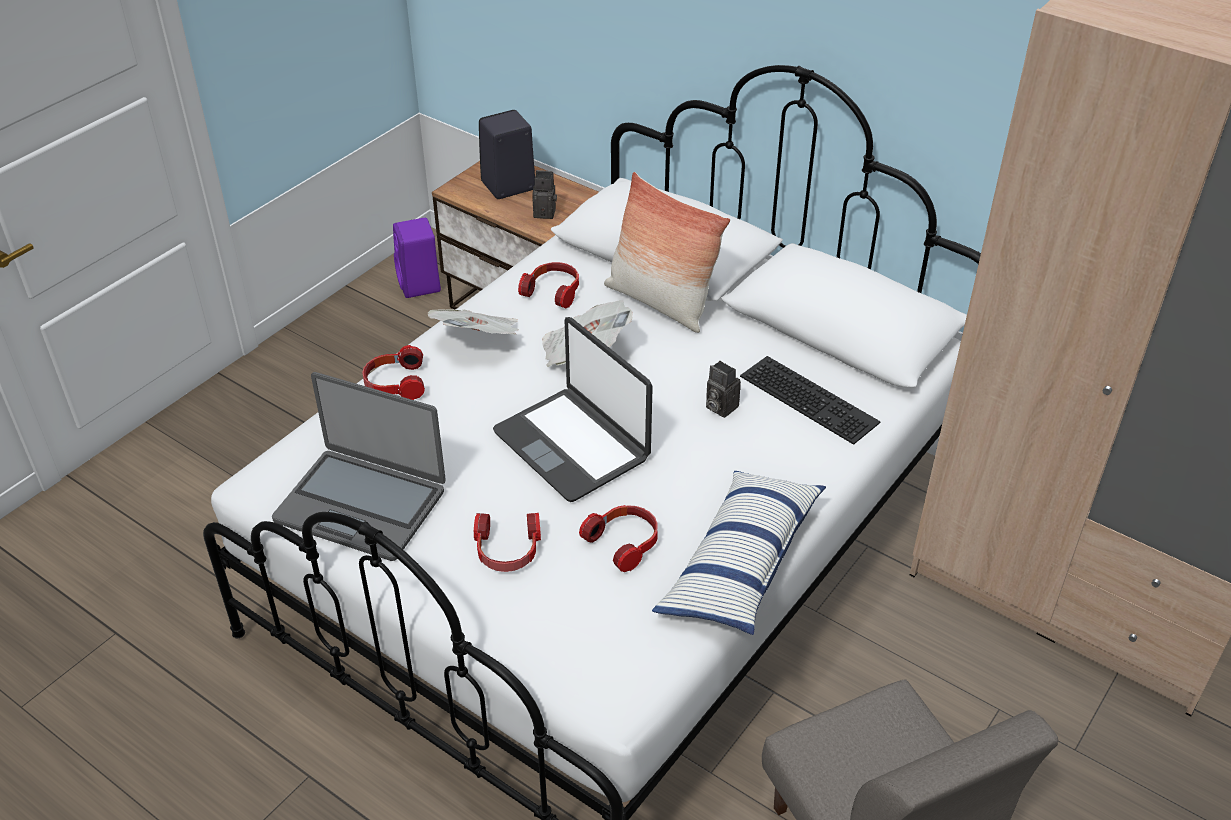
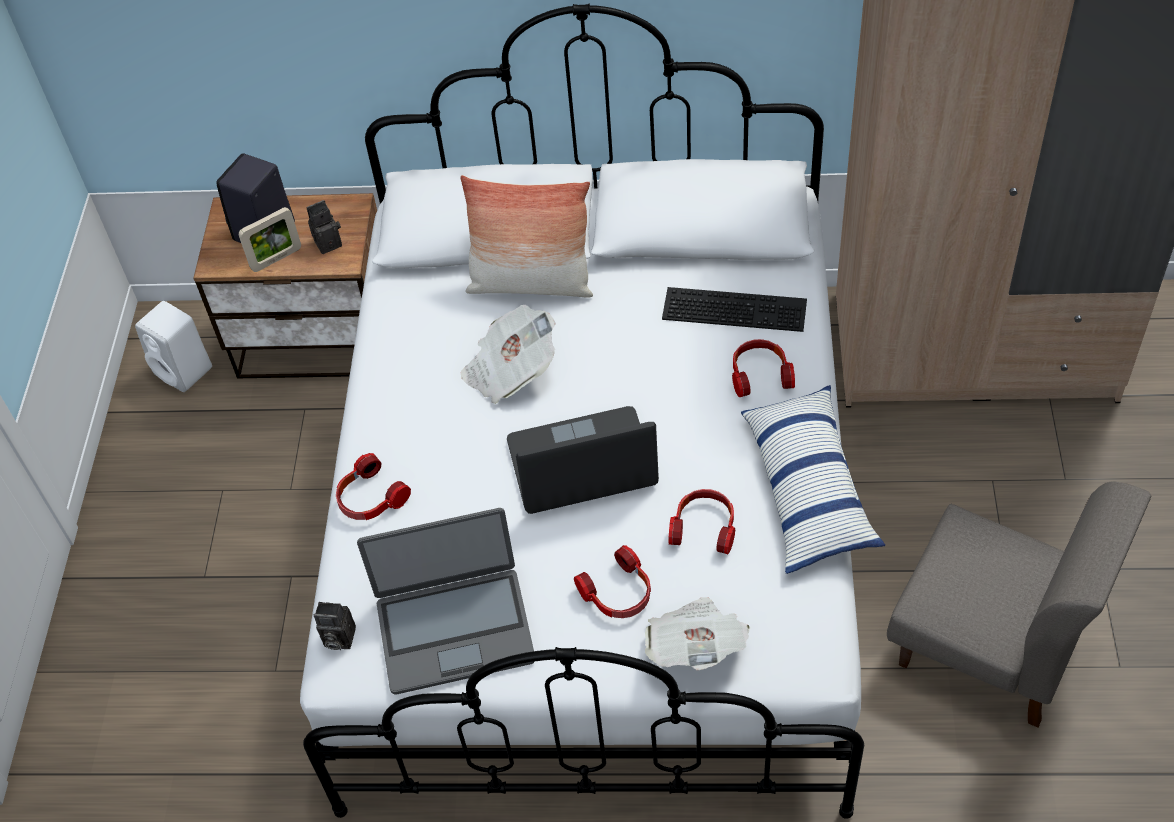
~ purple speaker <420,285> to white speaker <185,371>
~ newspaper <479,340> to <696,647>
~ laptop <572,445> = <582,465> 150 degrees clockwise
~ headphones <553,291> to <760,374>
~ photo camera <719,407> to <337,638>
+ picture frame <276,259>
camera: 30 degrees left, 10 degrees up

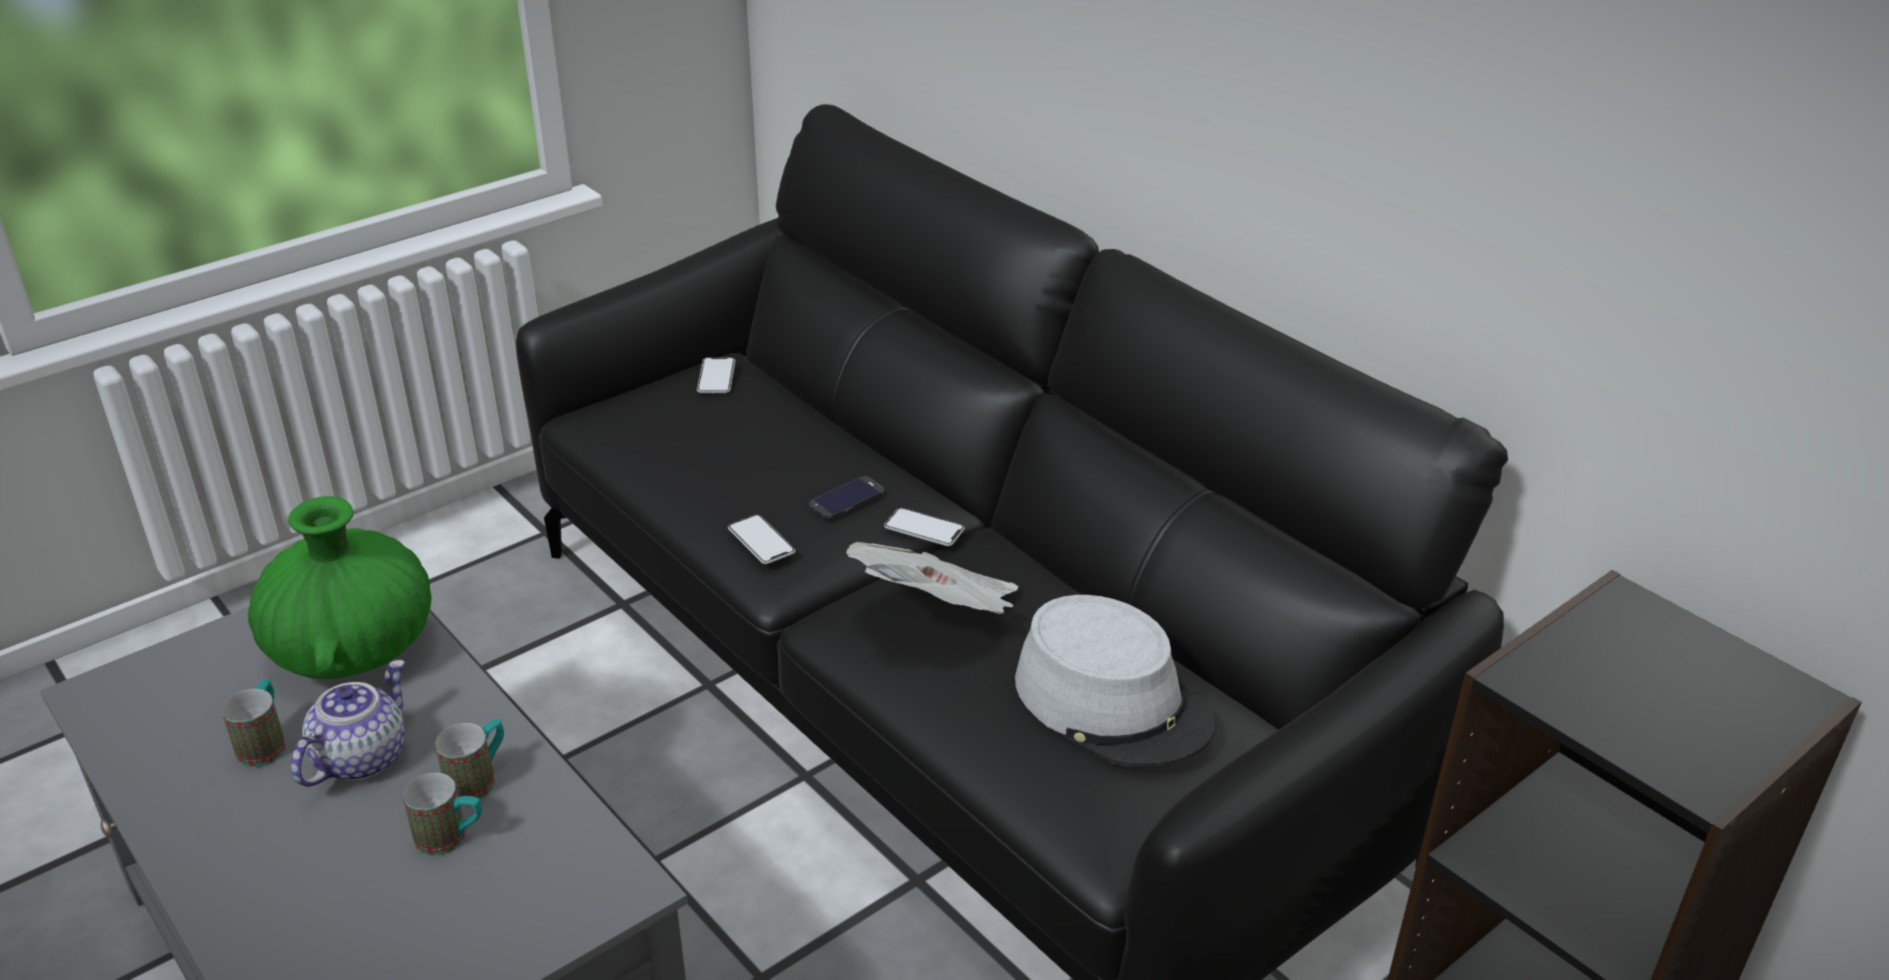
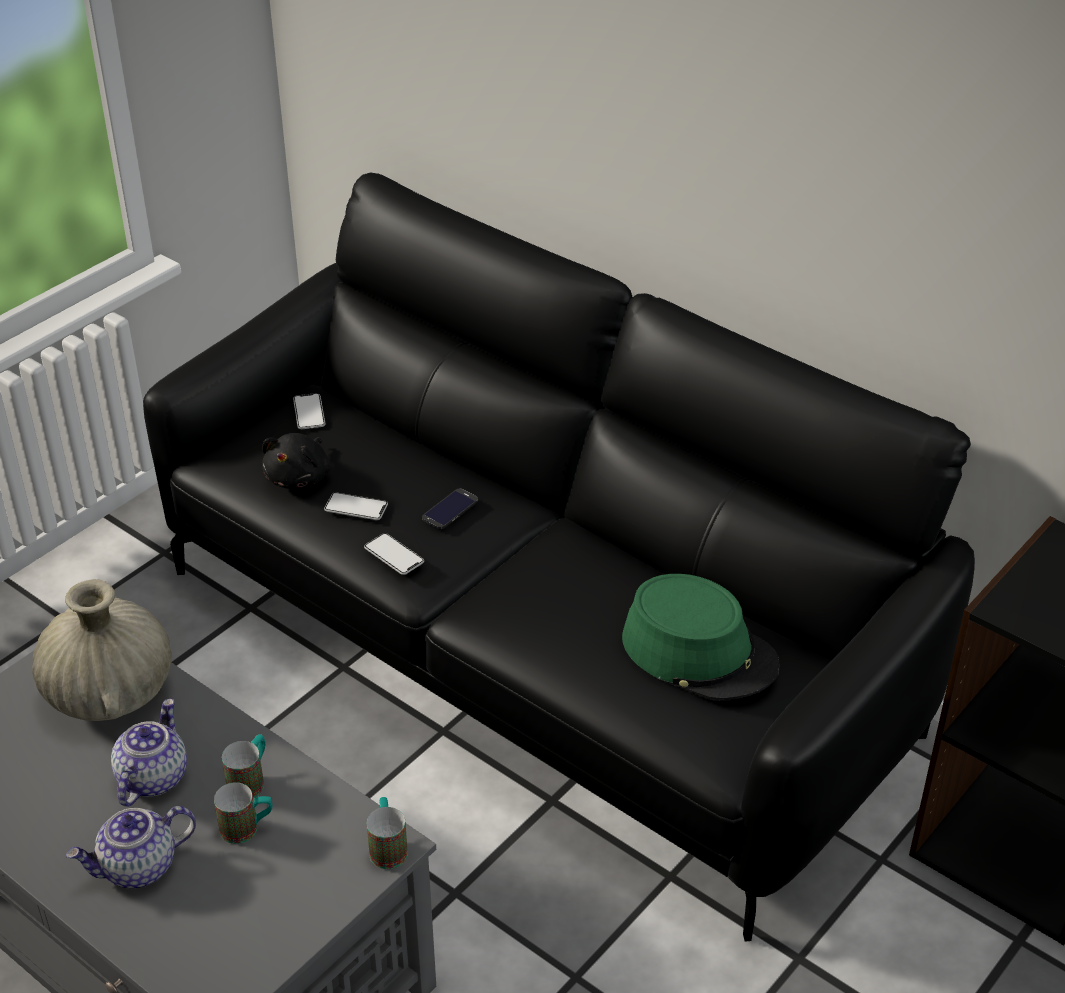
~ mug <265,742> to <387,846>
~ green vase <354,650> to beige vase <110,692>
- newspaper <939,613>
~ phone <924,529> to <356,507>
~ grey hat <1113,703> to green hat <699,652>
+ teapot <138,868>
+ black plush toy <300,477>
camera: 10 degrees left, 5 degrees up

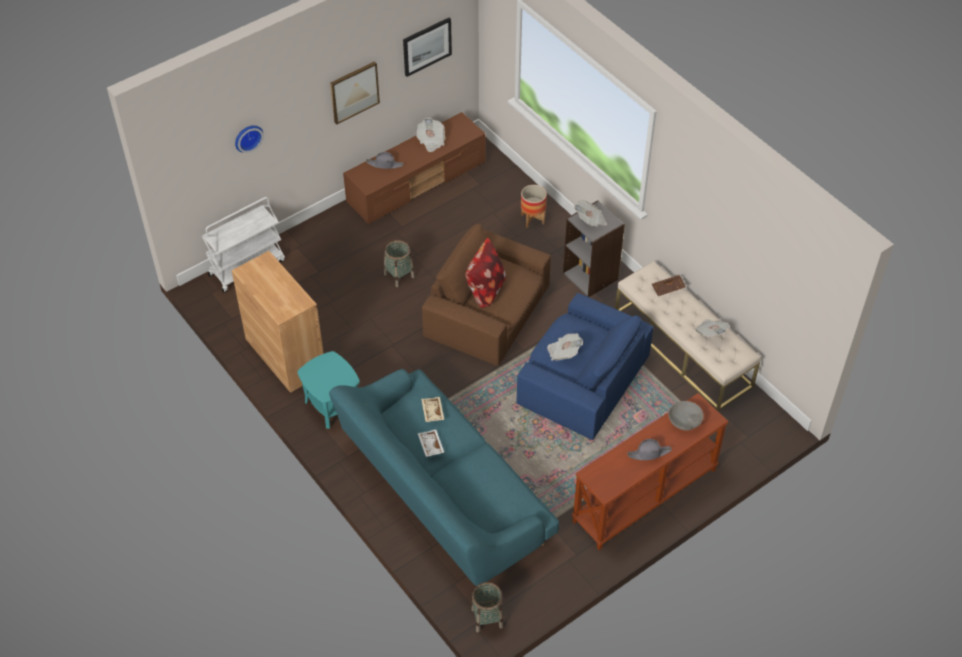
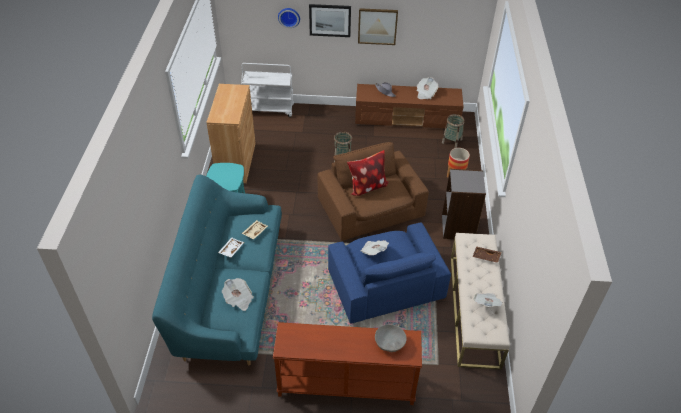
~ picture <426,46> to <330,20>
~ basket <487,618> to <452,141>
~ newspaper <590,220> to <238,299>
- grey hat <649,453>
camera: 40 degrees right, 5 degrees down

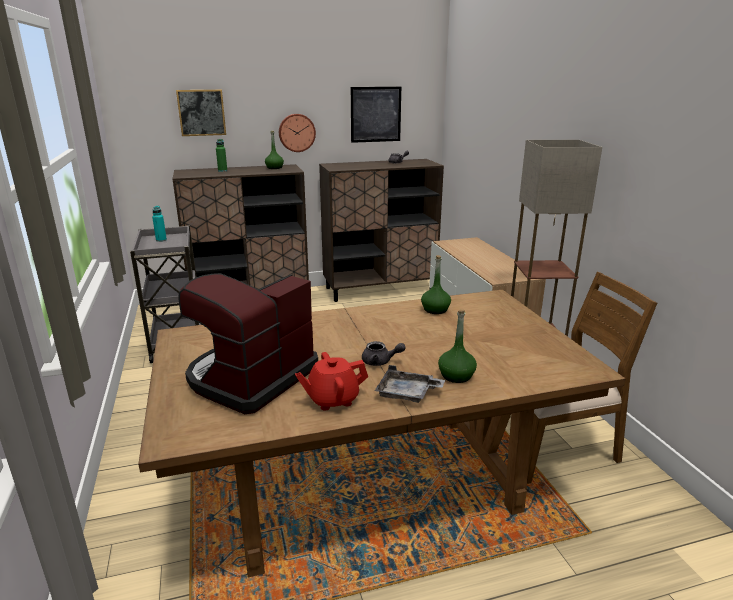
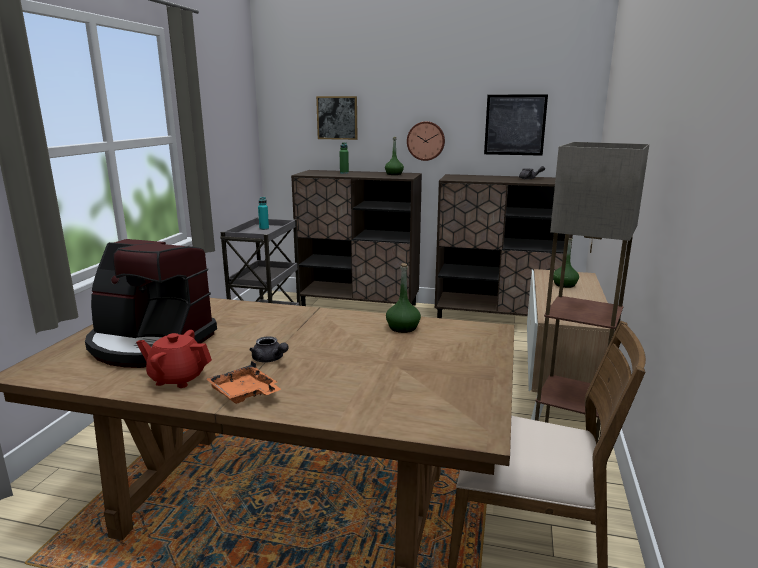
~ coffee machine <250,378> = <150,343> 135 degrees counterclockwise
~ grey tray <407,393> to orange tray <244,393>
~ green bottle <456,375> to <564,285>
camera: 30 degrees right, 5 degrees down

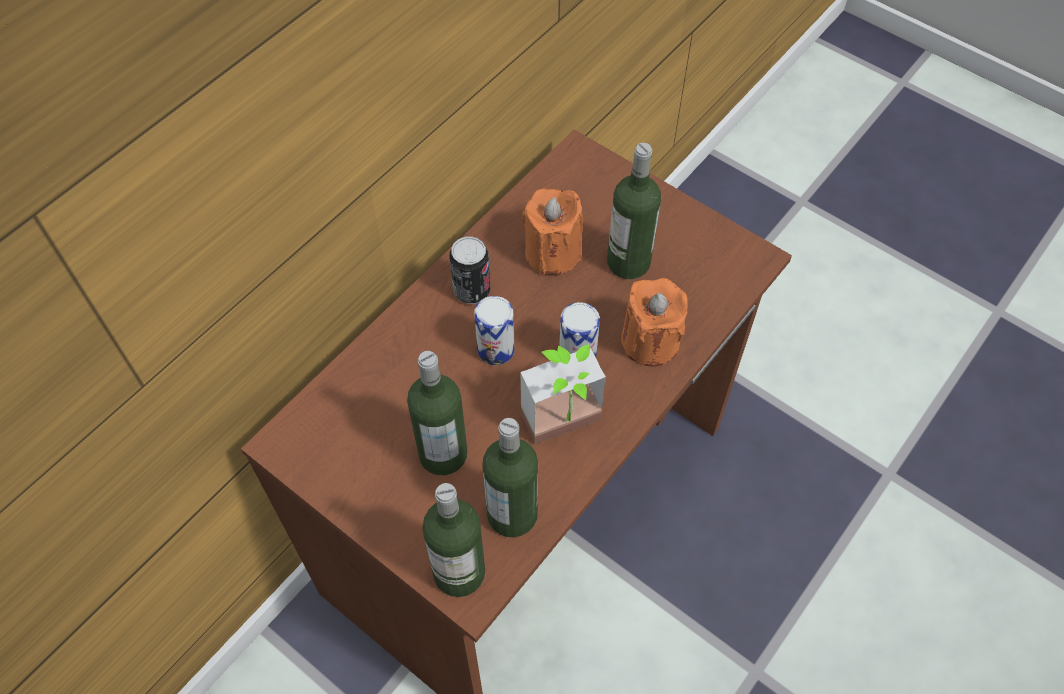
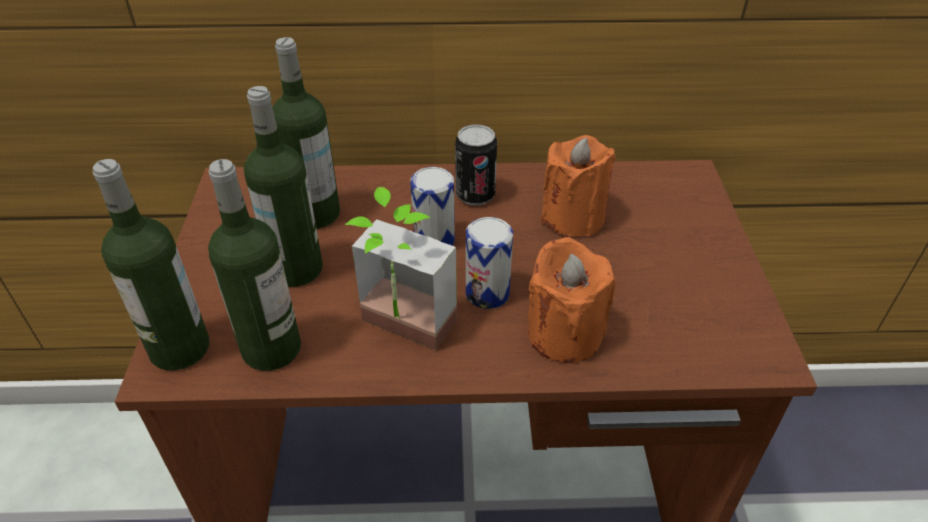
~ bottle <628,262> to <315,214>
camera: 50 degrees right, 15 degrees down

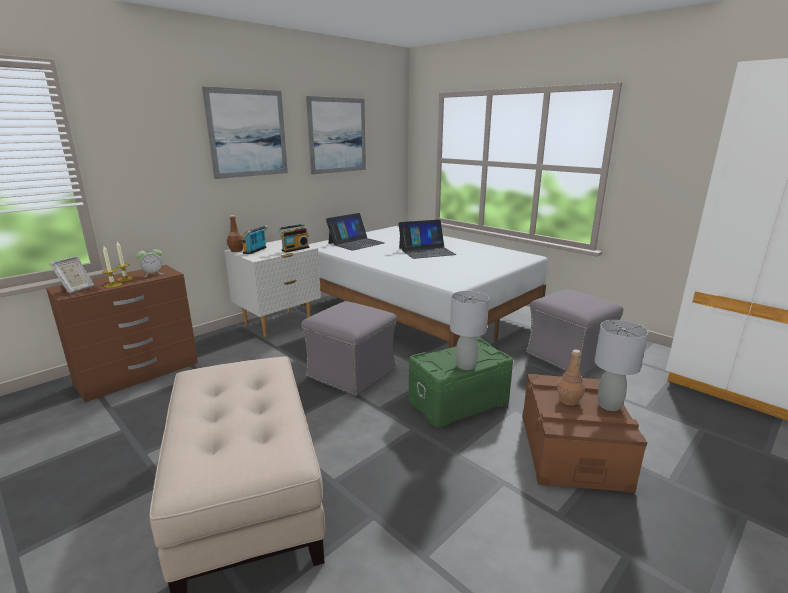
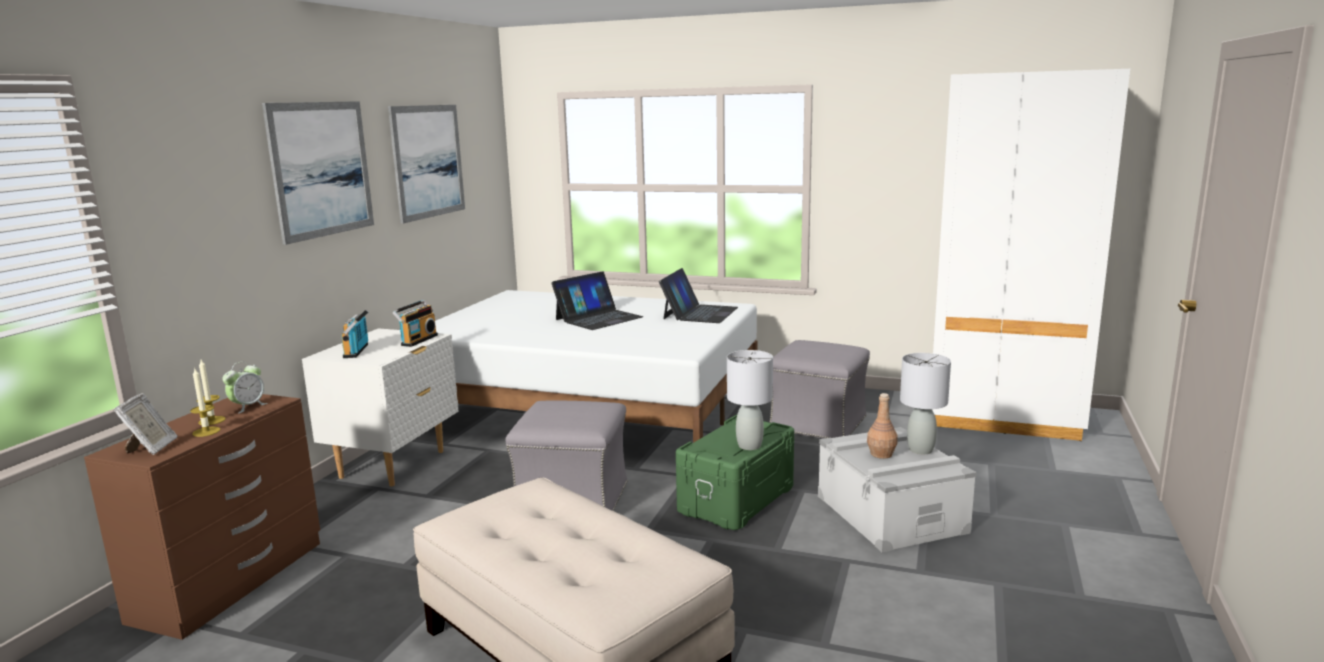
- brown bottle <236,250>
~ laptop <356,243> to <699,313>
~ brown storage box <572,451> to grey storage box <891,514>
camera: 25 degrees left, 5 degrees down

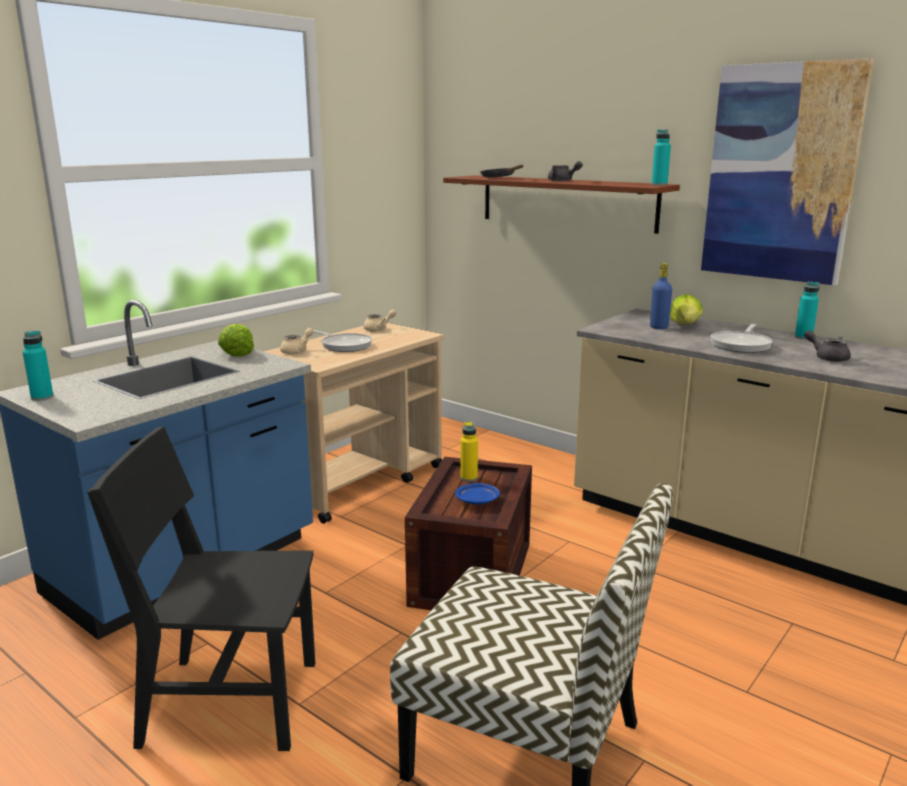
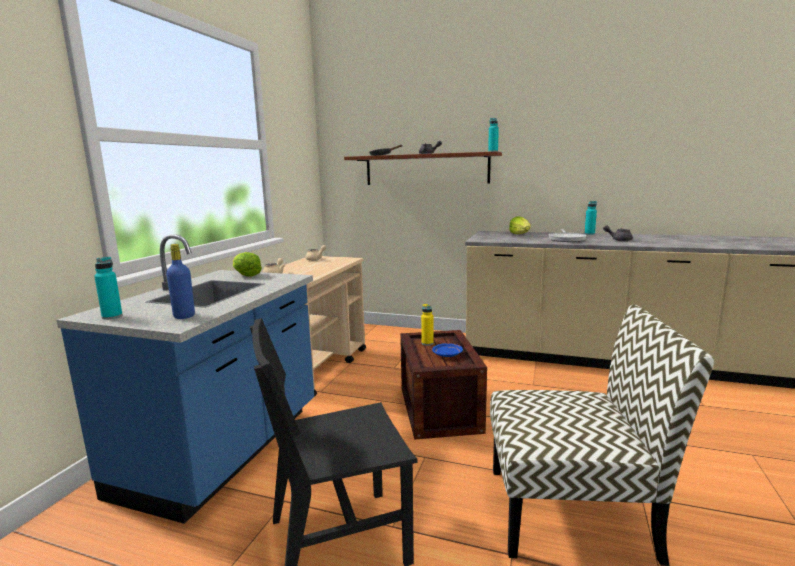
- frying pan <344,345>
~ blue bottle <658,327> to <184,316>
- picture <780,173>
camera: 20 degrees left, 5 degrees down

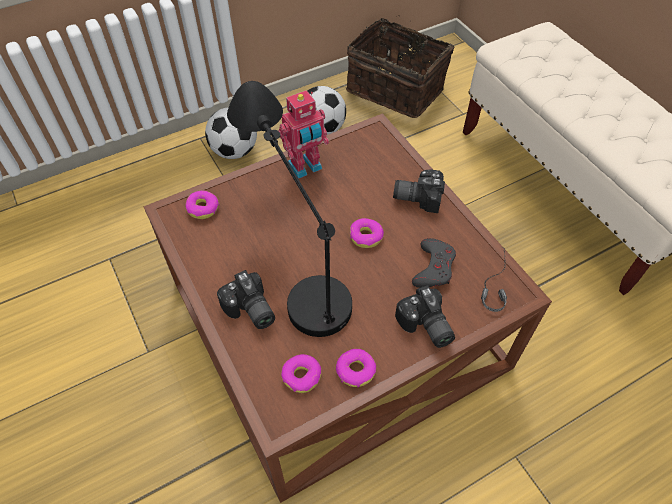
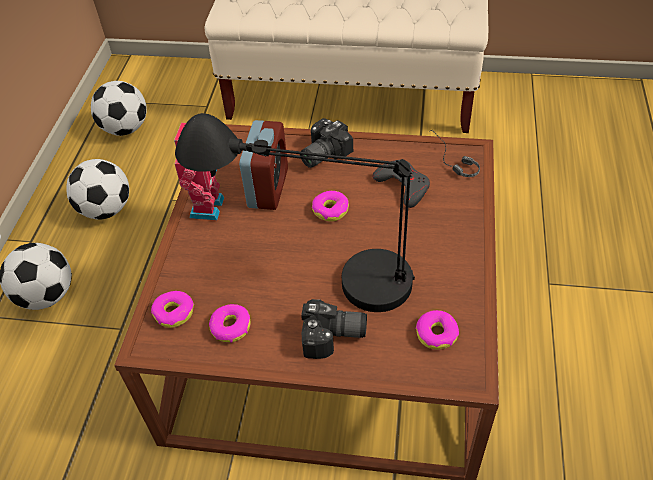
~ donut <355,370> to <230,327>
~ basket <396,88> to football <125,129>
- photo camera <425,327>
+ alarm clock <268,188>
camera: 50 degrees left, 5 degrees down

